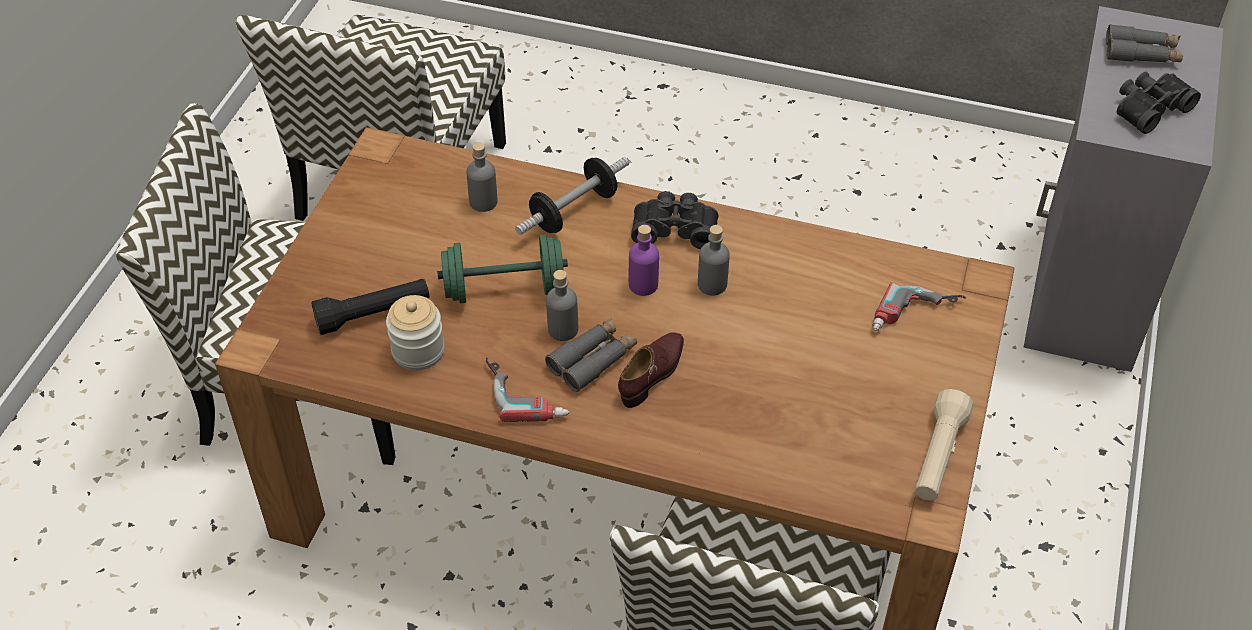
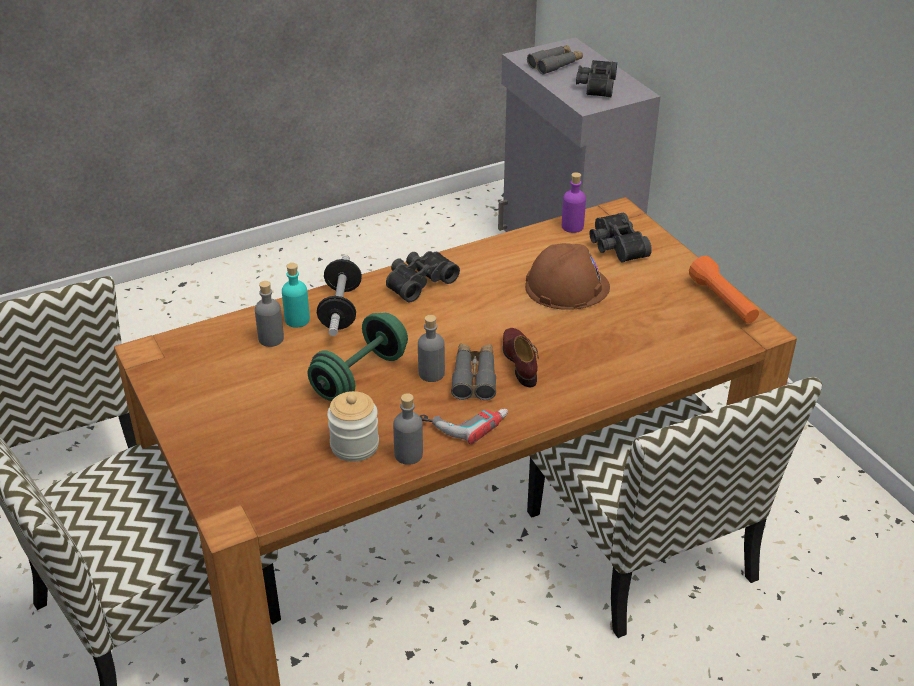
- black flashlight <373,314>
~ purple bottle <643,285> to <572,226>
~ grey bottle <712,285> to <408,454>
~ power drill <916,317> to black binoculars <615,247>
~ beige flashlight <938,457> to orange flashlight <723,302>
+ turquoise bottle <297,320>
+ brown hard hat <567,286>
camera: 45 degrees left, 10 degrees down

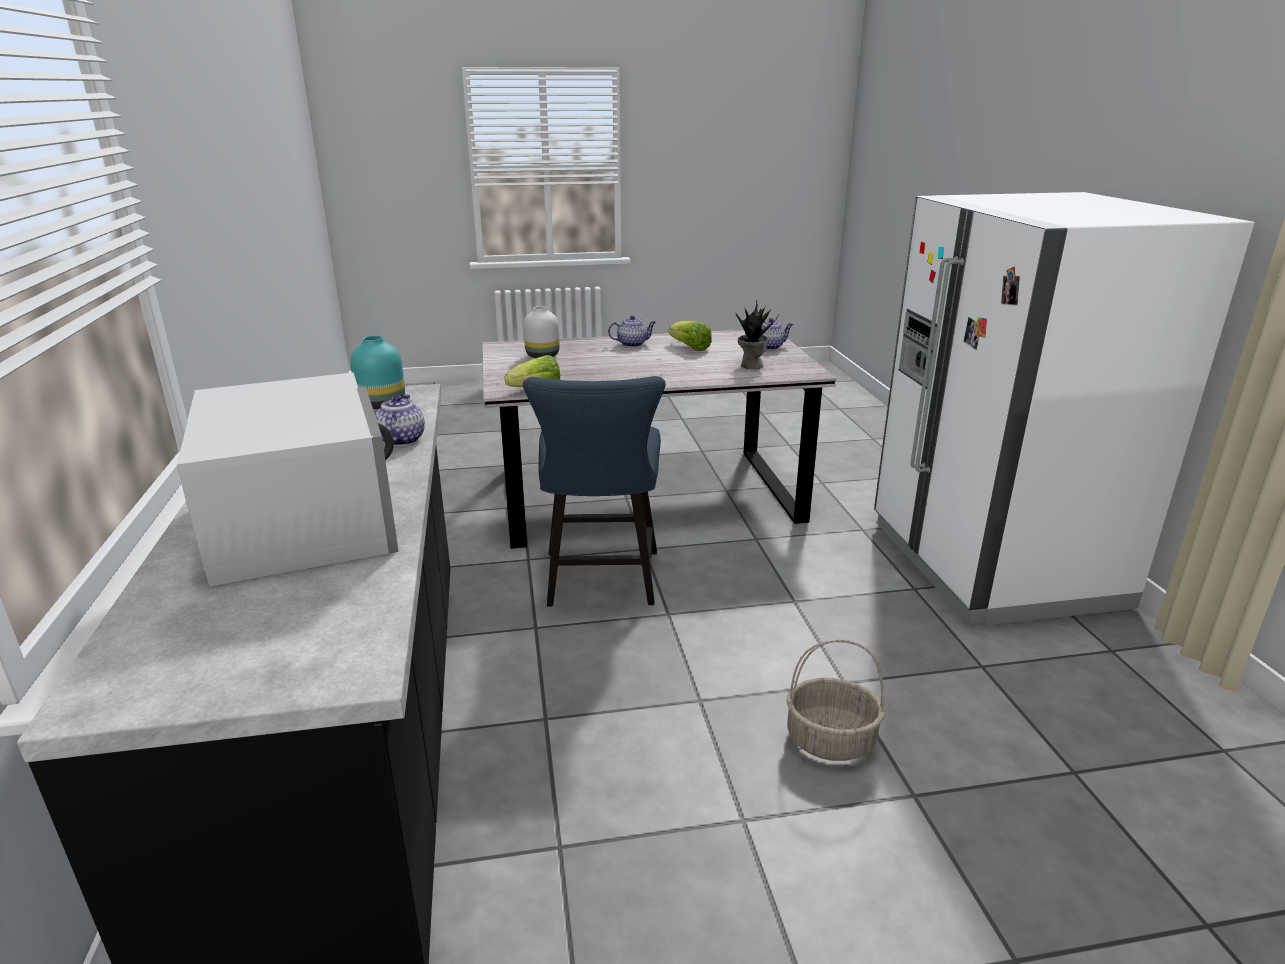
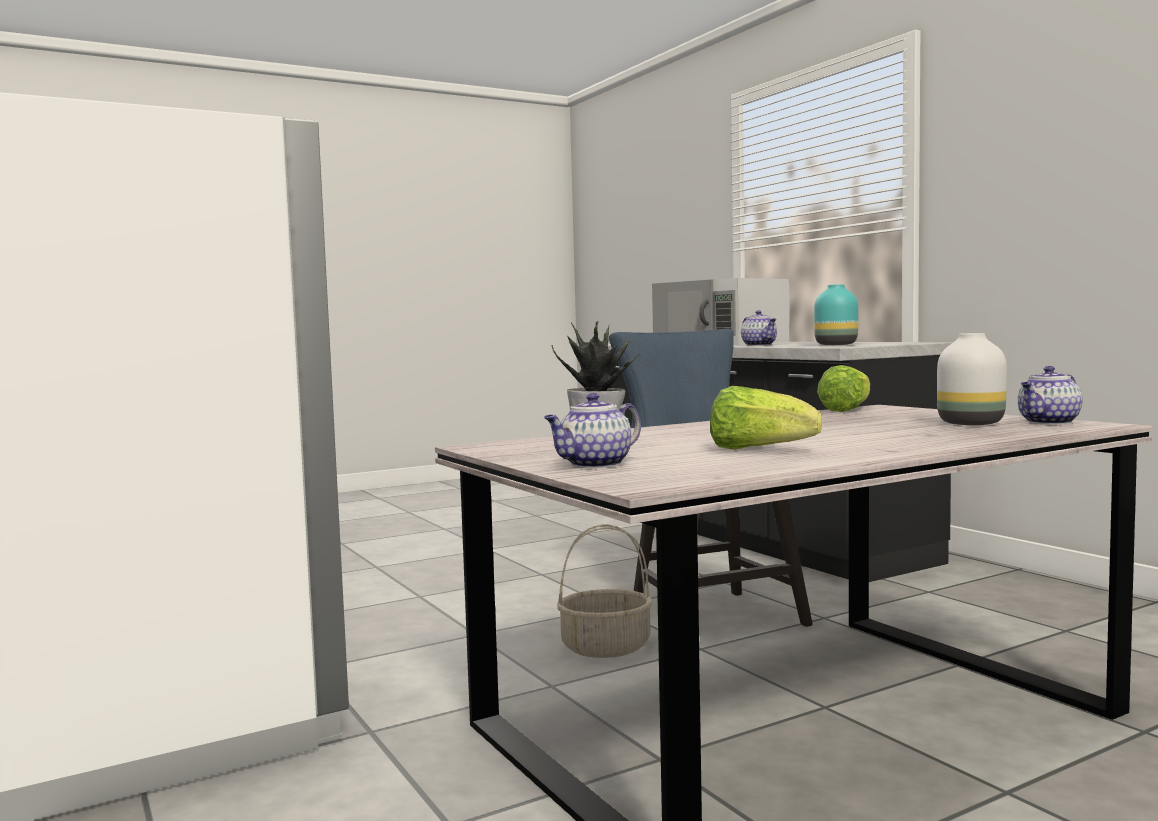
~ teapot <632,344> to <1049,422>
~ basket <830,740> to <606,647>
camera: 160 degrees right, 20 degrees down

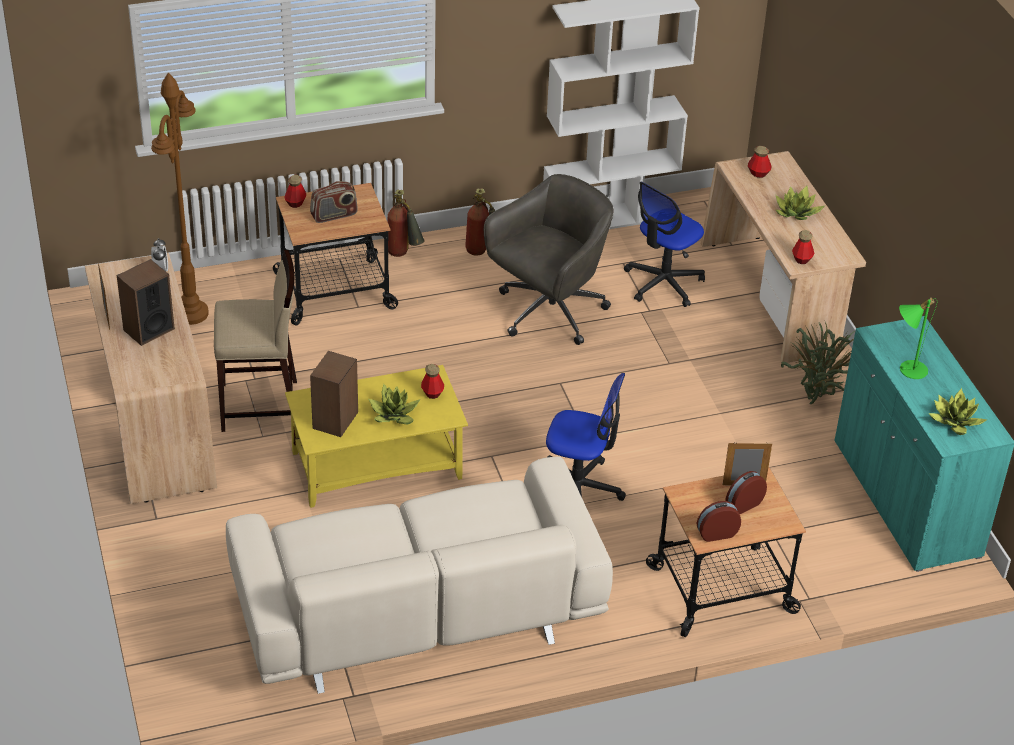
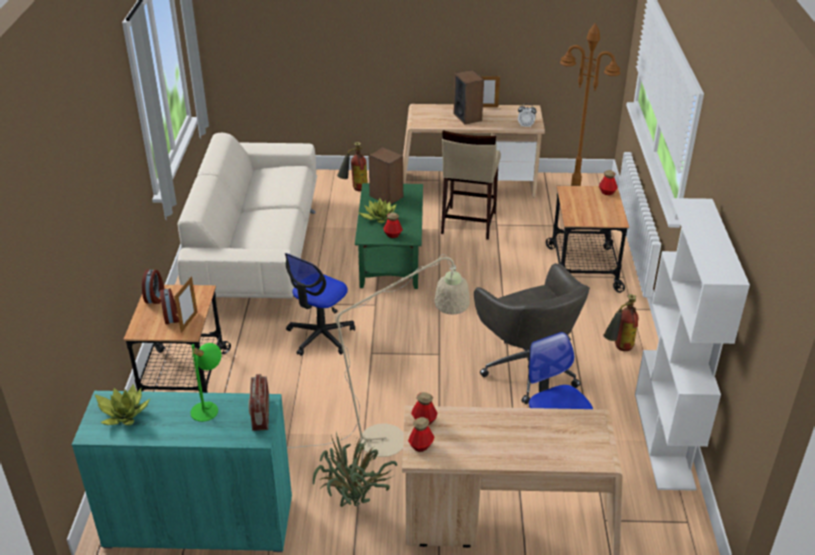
~ yellow coffee table <375,466> to green coffee table <390,256>
~ radio <334,215> to <260,415>
~ fire extinguisher <404,255> to <354,189>
~ bottle <758,173> to <421,446>
- potted plant <796,212>
+ beige floor lamp <395,438>
camera: 110 degrees right, 5 degrees down

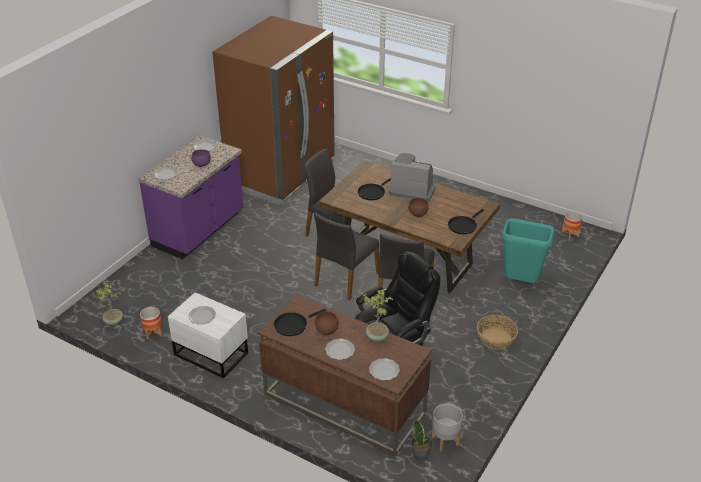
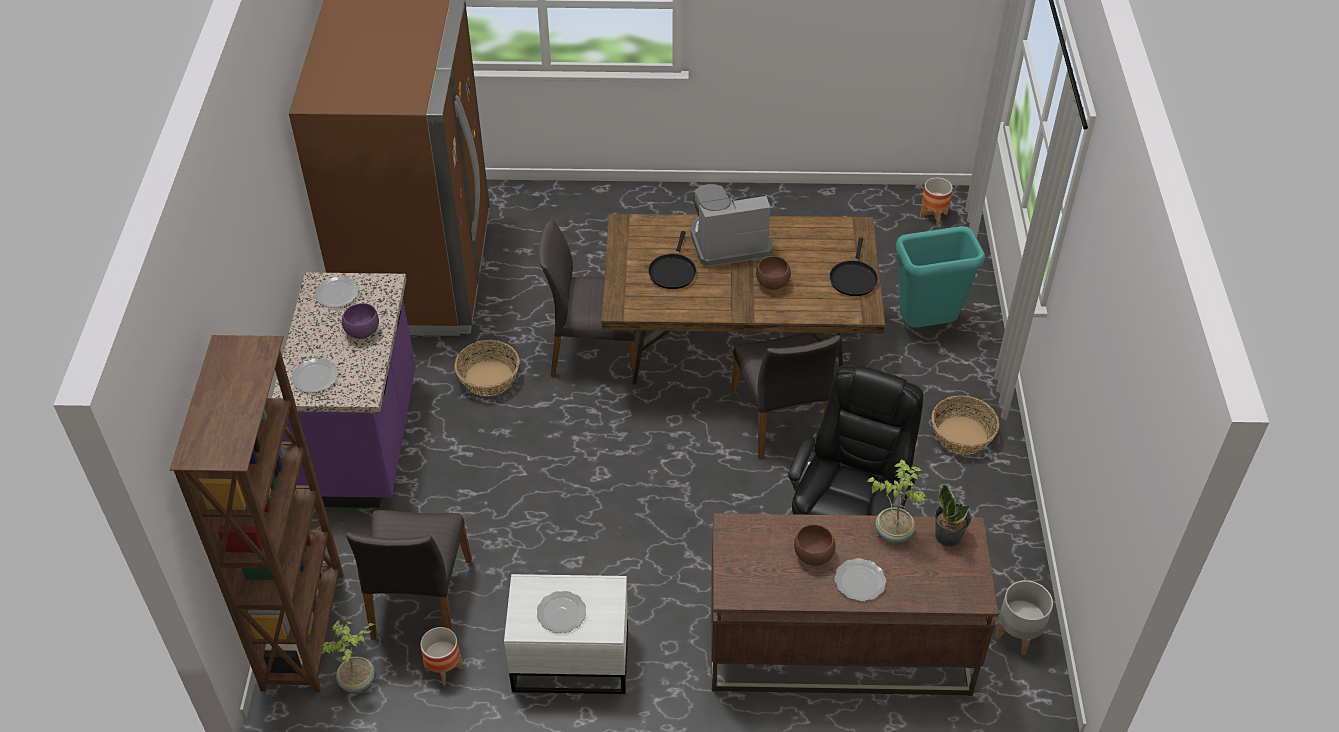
- black frying pan <293,325>
~ grey chair <345,279> to <419,599>
- plate <384,370>
~ potted plant <421,455> to <948,535>
+ brown bookcase <305,629>
+ basket <488,378>
camera: 30 degrees left, 10 degrees up

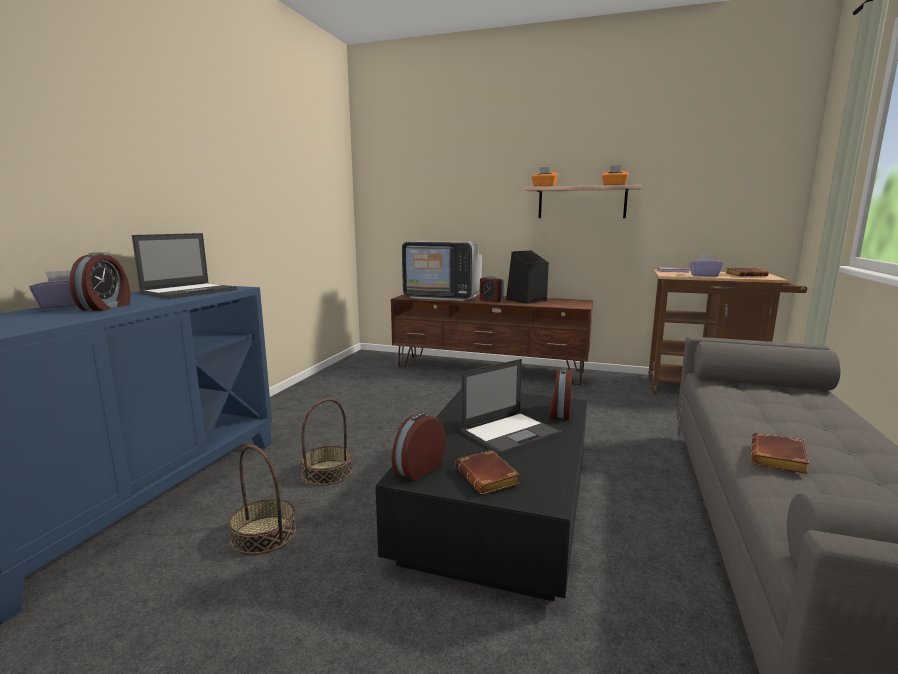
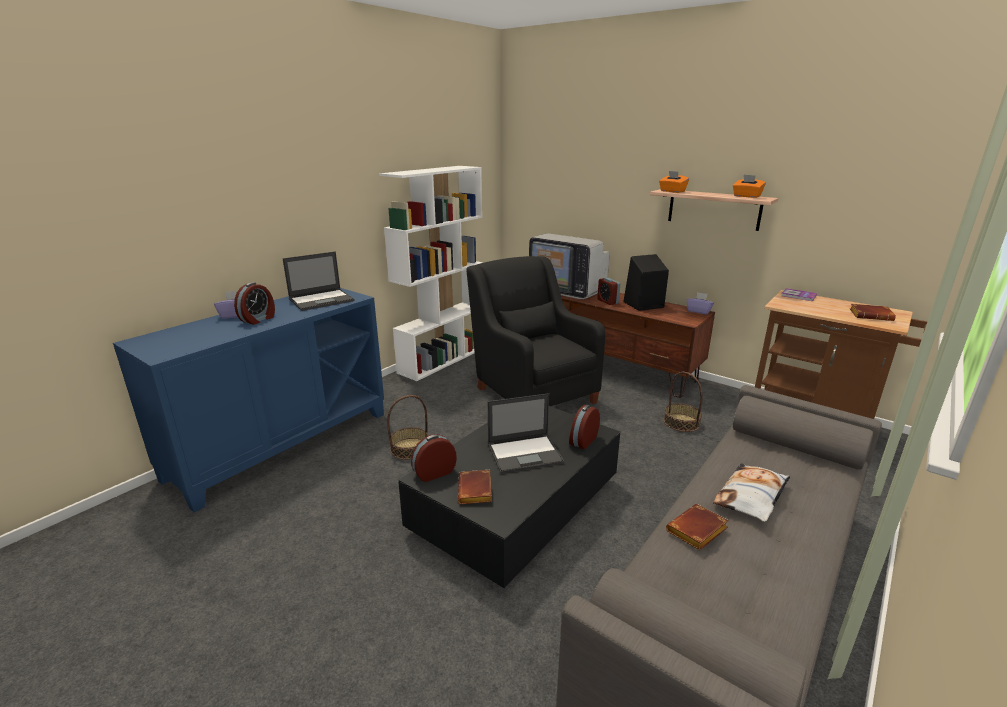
~ basket <264,534> to <681,422>
~ purple tissue box <704,275> to <699,311>
+ white bookcase <442,360>
+ black armchair <532,392>
+ pillow <751,497>
camera: 20 degrees right, 10 degrees up

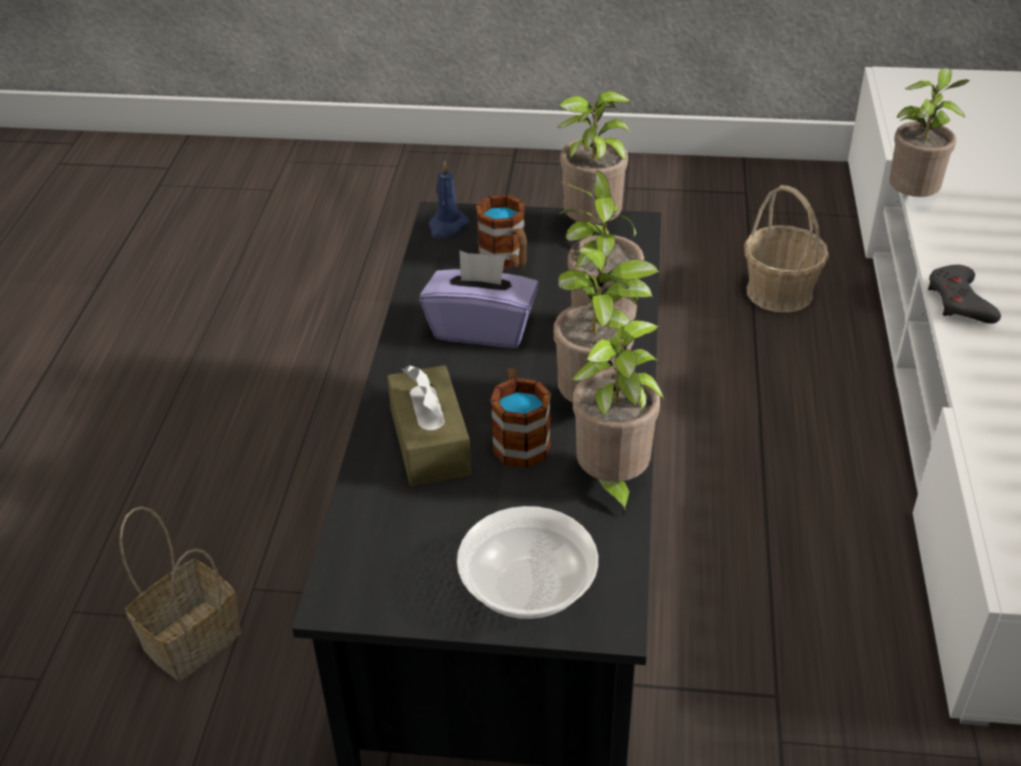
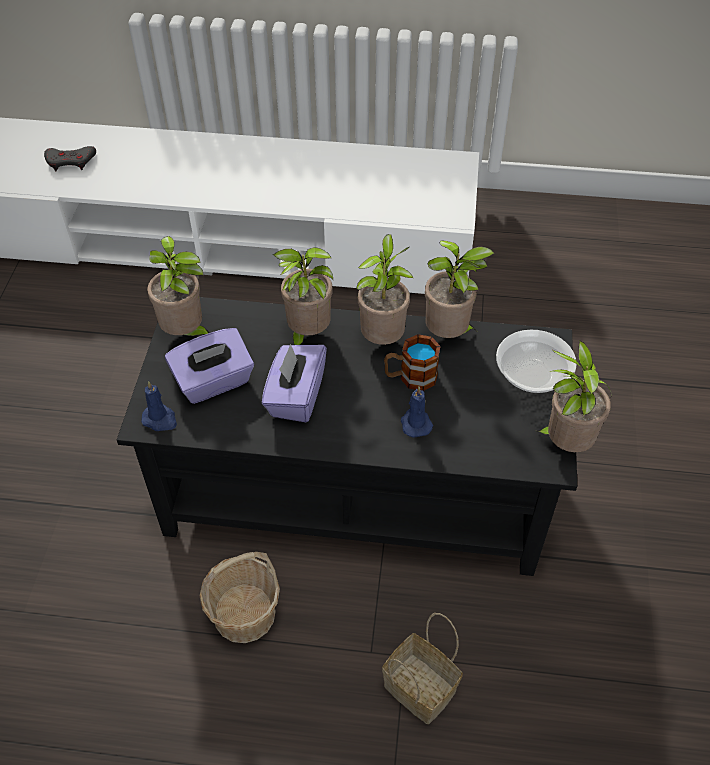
~ brown tissue box <430,442> to blue candle <415,423>
~ mug <507,260> to purple tissue box <214,382>
~ basket <779,292> to <243,613>
~ potted plant <912,200> to <564,443>
~ grey game controller <959,301> to <70,161>
camera: 90 degrees left, 10 degrees up

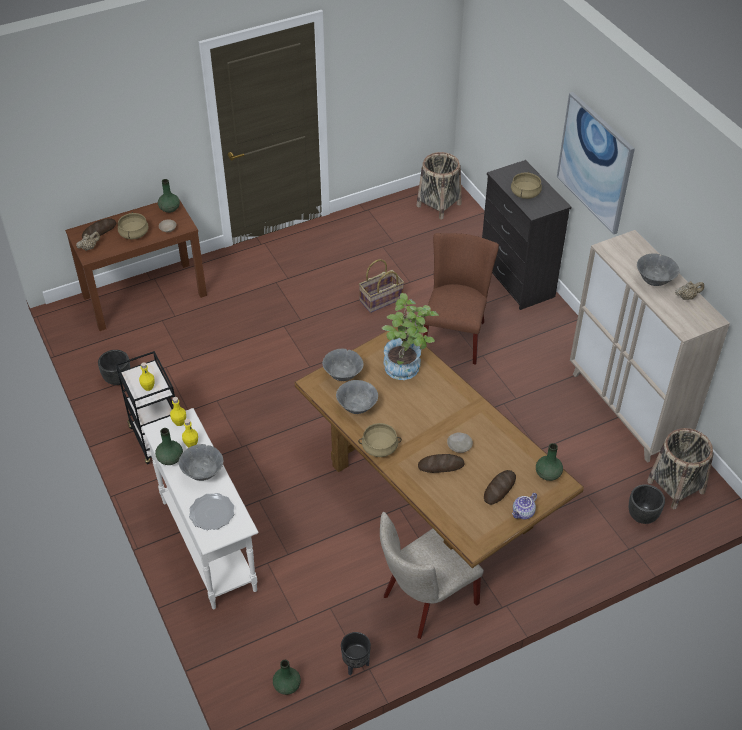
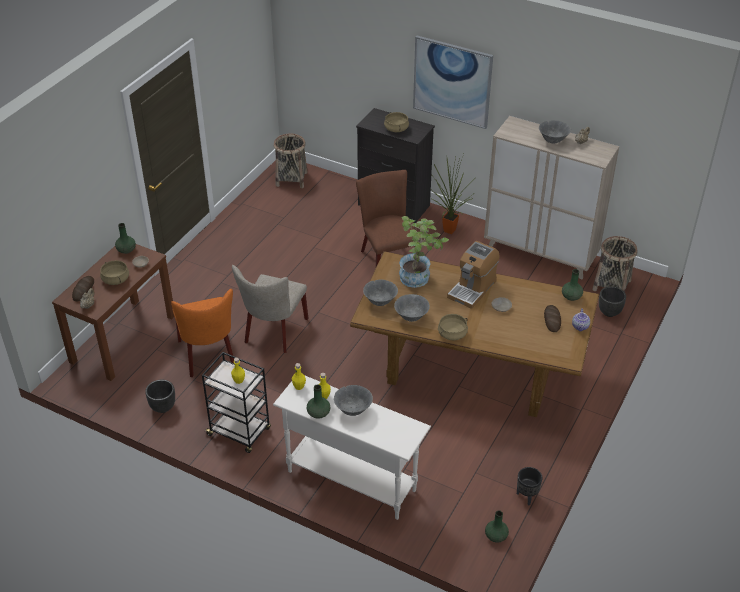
- plate <211,513>
- basket <381,300>
~ beige chair <425,601> to <274,333>
- bread <441,465>
+ orange chair <208,356>
+ potted plant <448,232>
+ coffee machine <472,289>
camera: 35 degrees left, 5 degrees down

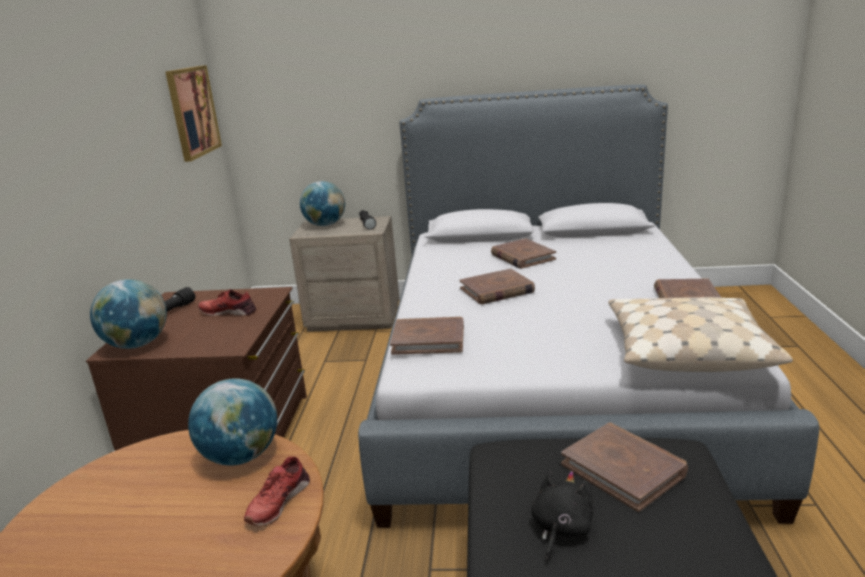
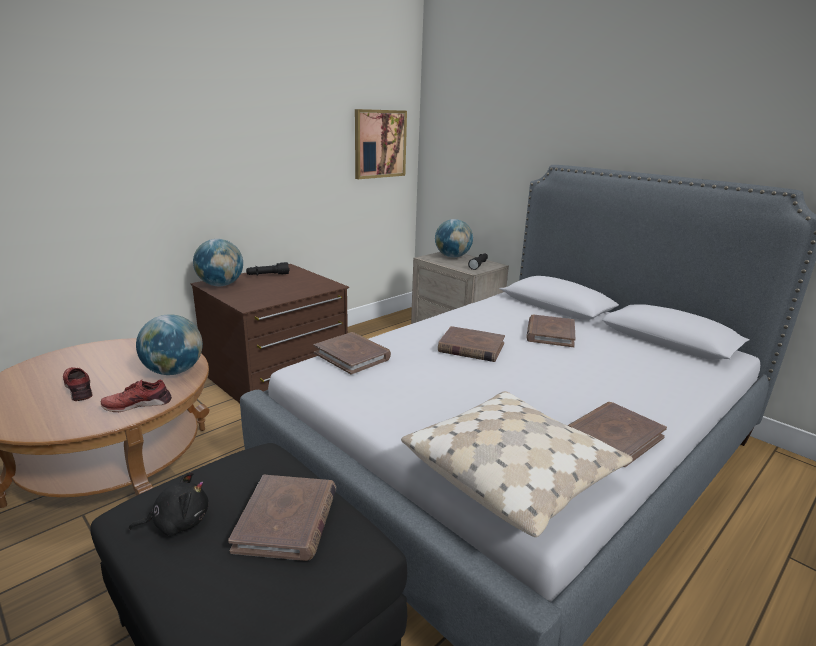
~ red shoe <228,312> to <79,388>
camera: 40 degrees right, 0 degrees up

